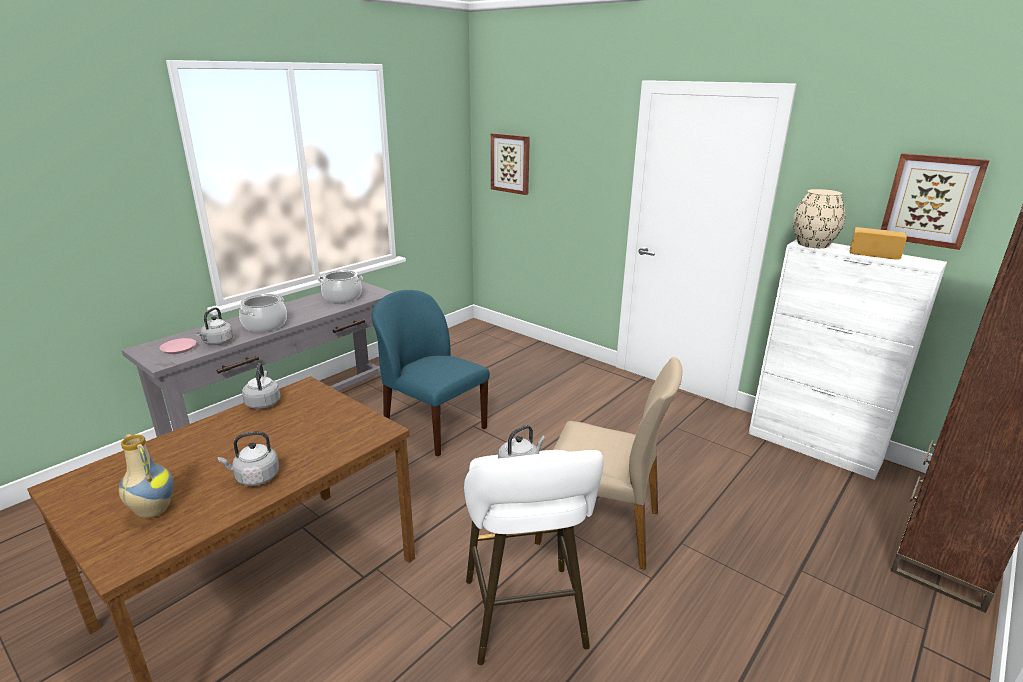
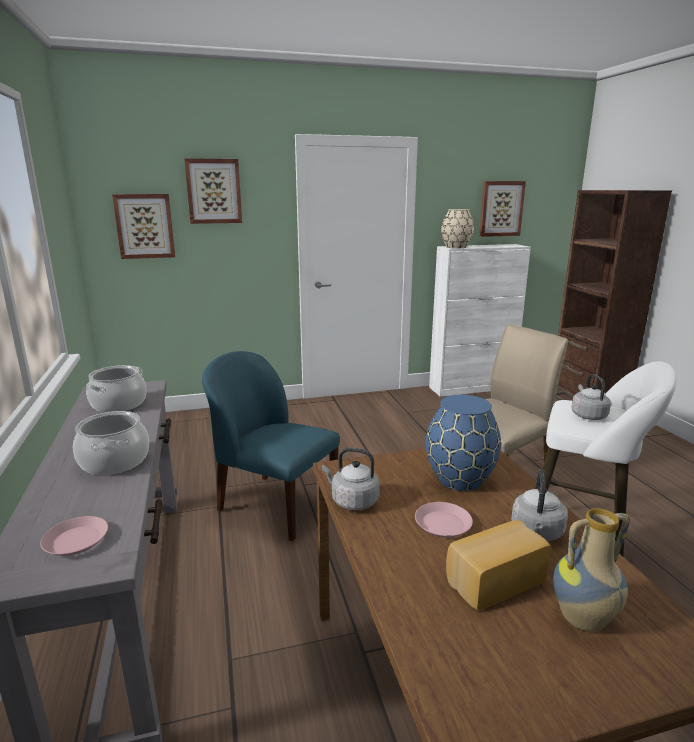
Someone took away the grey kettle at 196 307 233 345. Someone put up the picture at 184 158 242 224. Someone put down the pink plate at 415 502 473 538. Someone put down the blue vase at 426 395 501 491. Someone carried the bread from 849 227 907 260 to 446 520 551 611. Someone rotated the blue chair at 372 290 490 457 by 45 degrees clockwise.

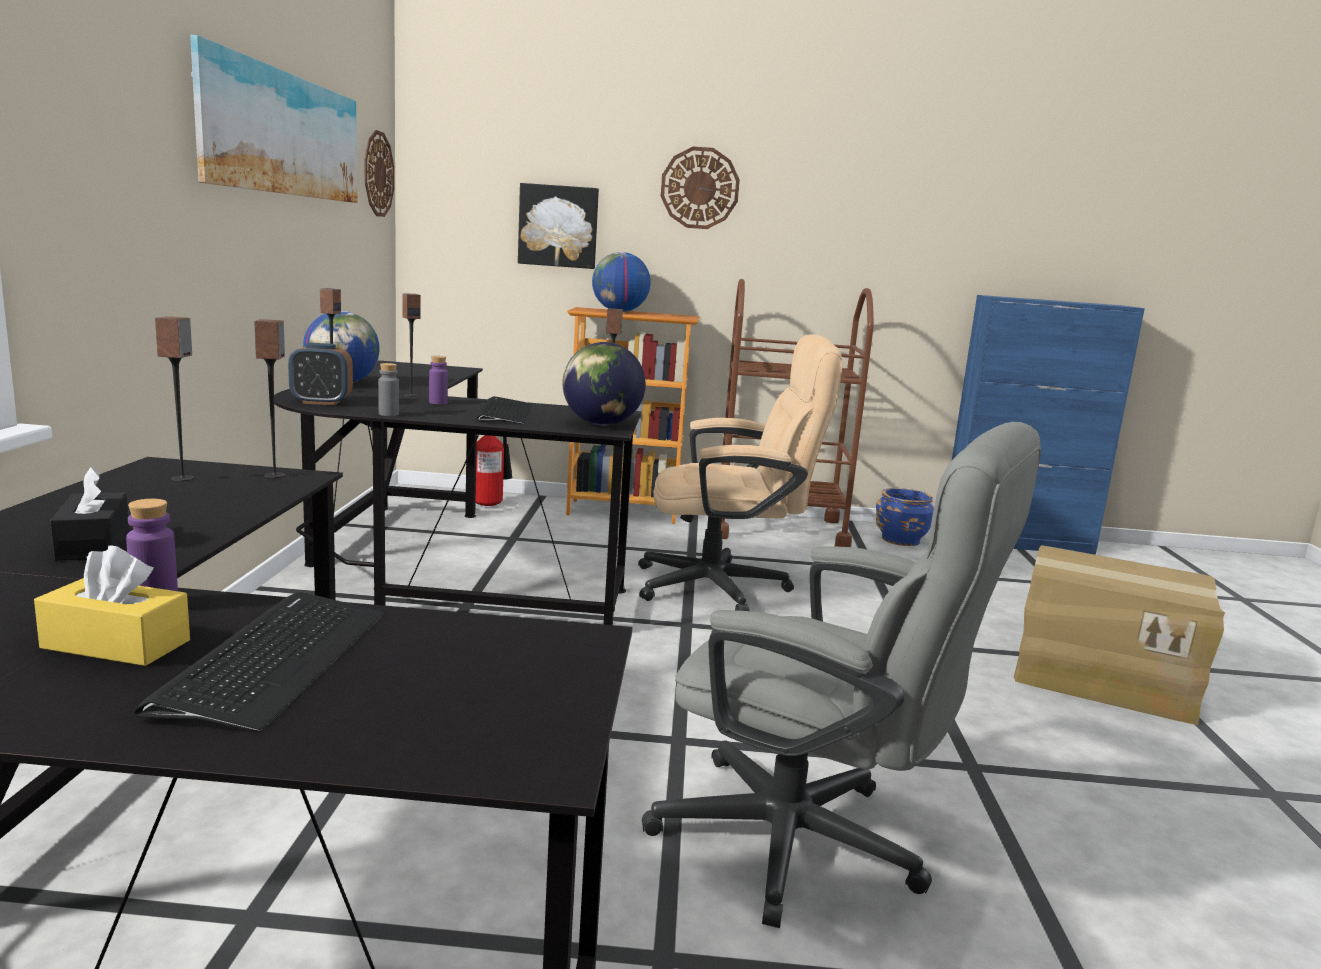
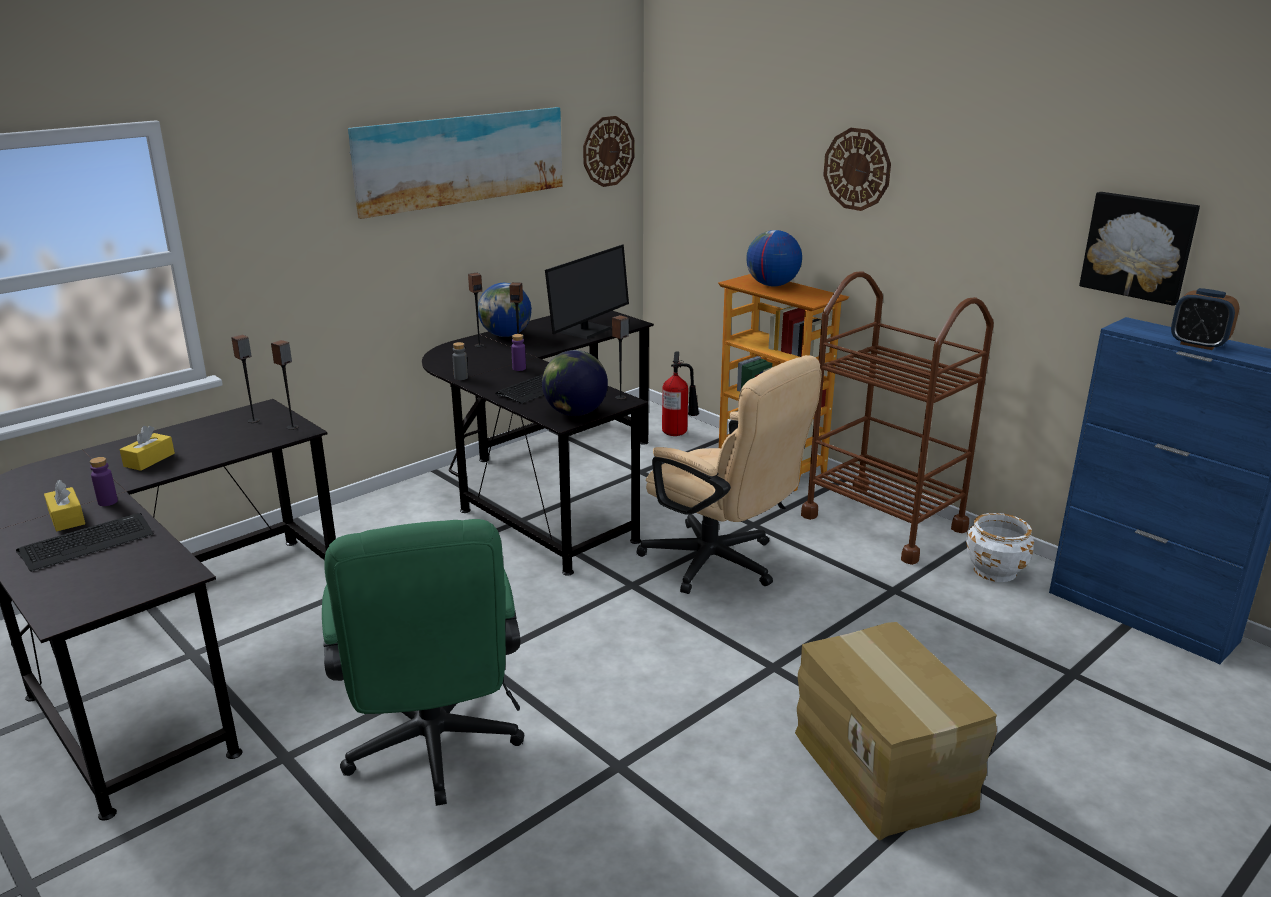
Someone put down the monitor at 545 244 629 339. Someone carried the alarm clock from 288 343 353 405 to 1171 288 1239 350. Someone carried the picture from 518 183 599 269 to 1079 192 1200 306. Someone repainted the black tissue box at 50 467 129 561, which became the yellow tissue box at 120 426 175 471. Someone repainted the grey office chair at 642 422 1041 928, which became the green office chair at 322 519 524 806. Someone repainted the blue planter at 876 488 934 546, which became the white planter at 966 513 1034 582.

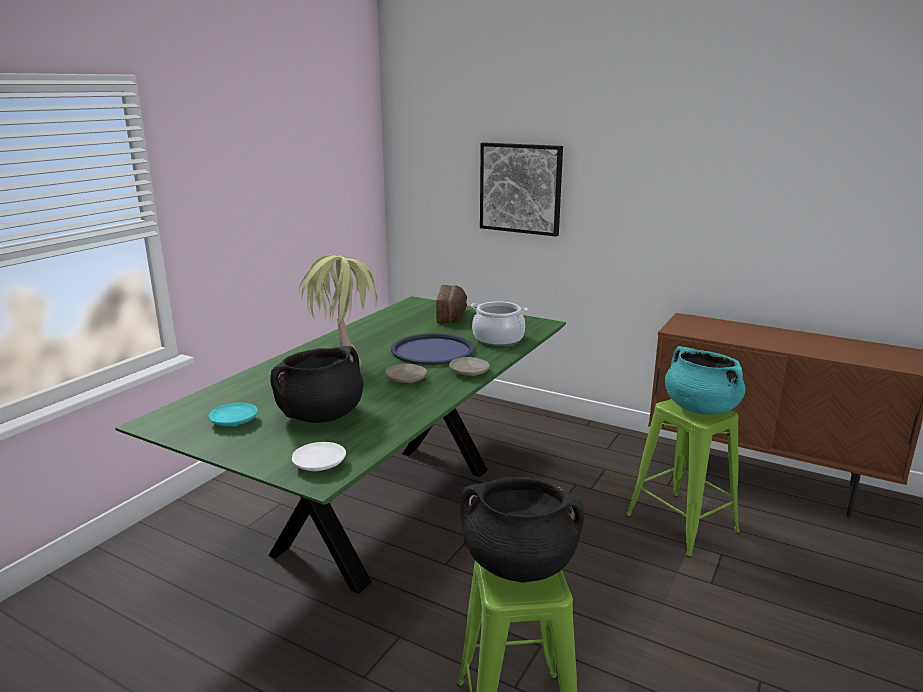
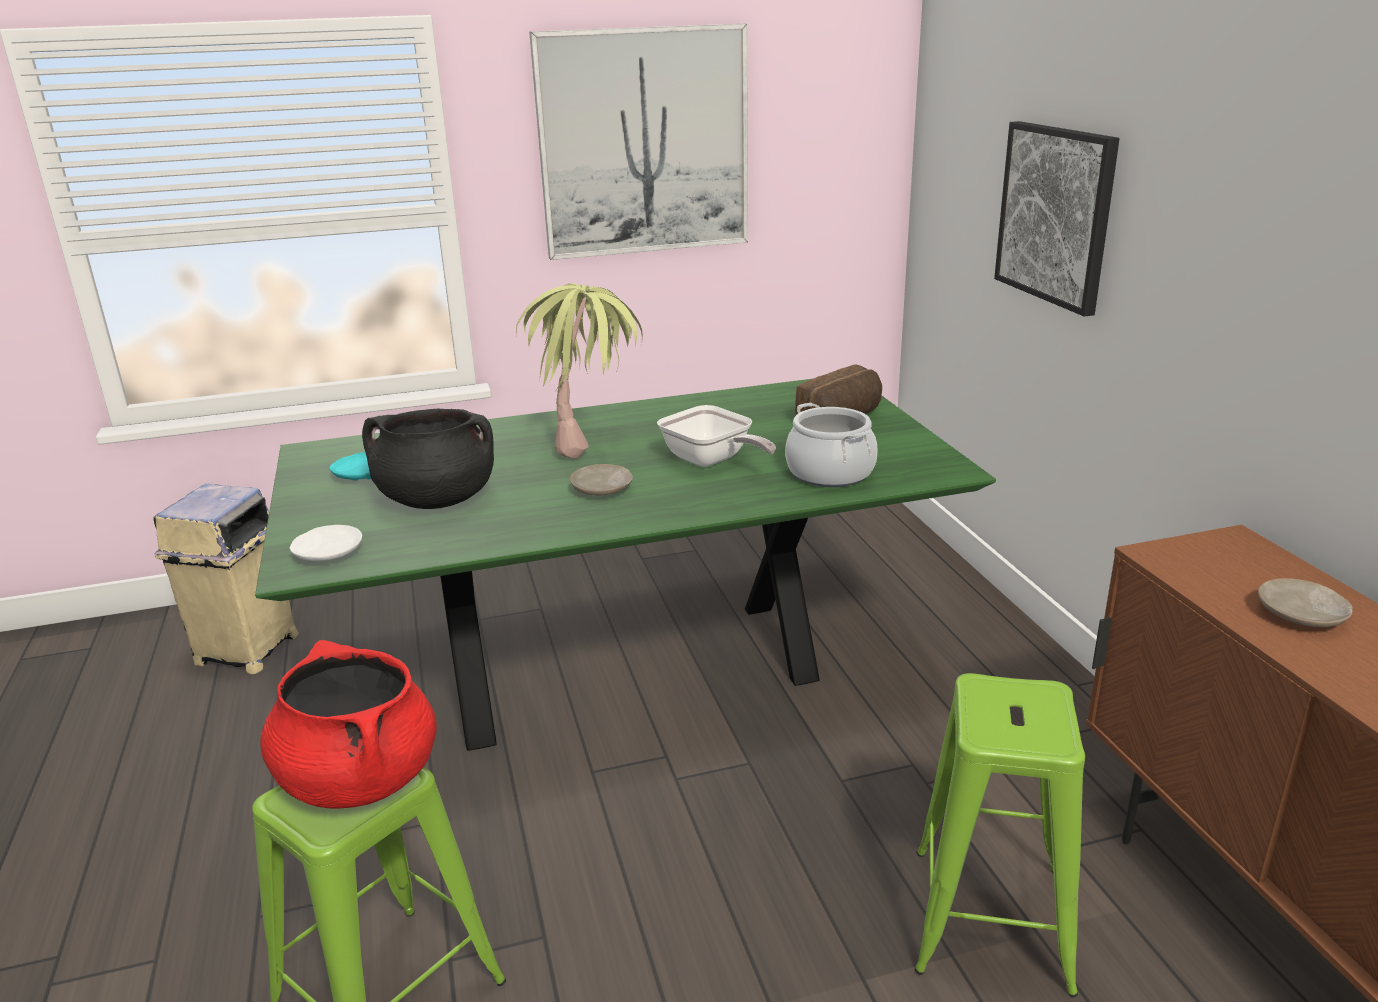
Someone took away the turquoise cooking pot at 665 346 746 415. Someone put down the beige trash can at 153 484 299 674. Someone put up the picture at 529 24 748 260. Someone carried the beige plate from 449 357 490 376 to 1258 578 1353 627. Someone swapped the blue tray at 391 333 474 365 for the frying pan at 657 405 776 467. Someone repainted the black cooking pot at 460 477 584 582, which became the red cooking pot at 260 640 437 809.

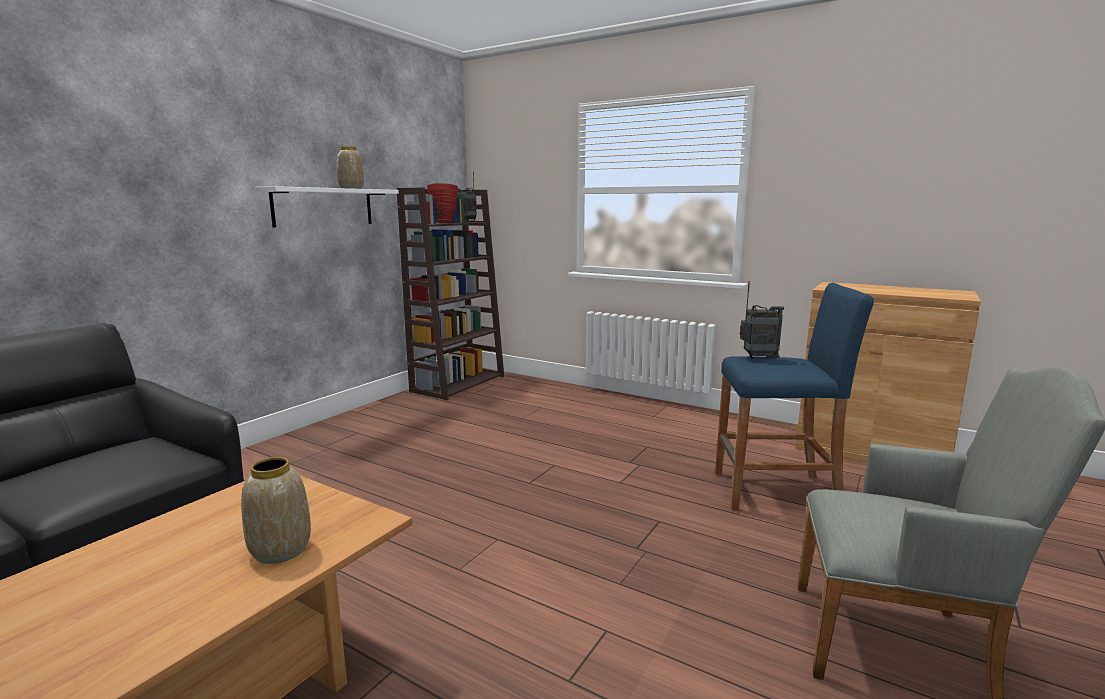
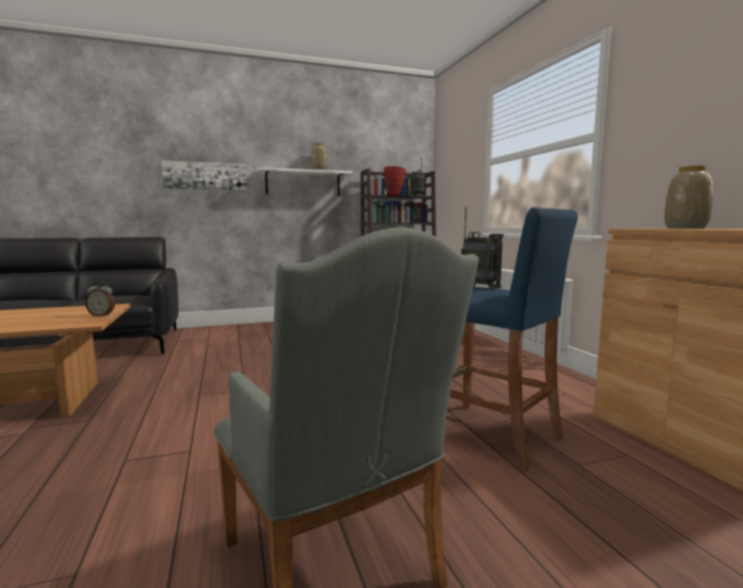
Someone put down the alarm clock at 85 281 115 316. Someone put up the picture at 161 161 247 190. Someone carried the vase from 241 457 311 564 to 664 165 713 229.

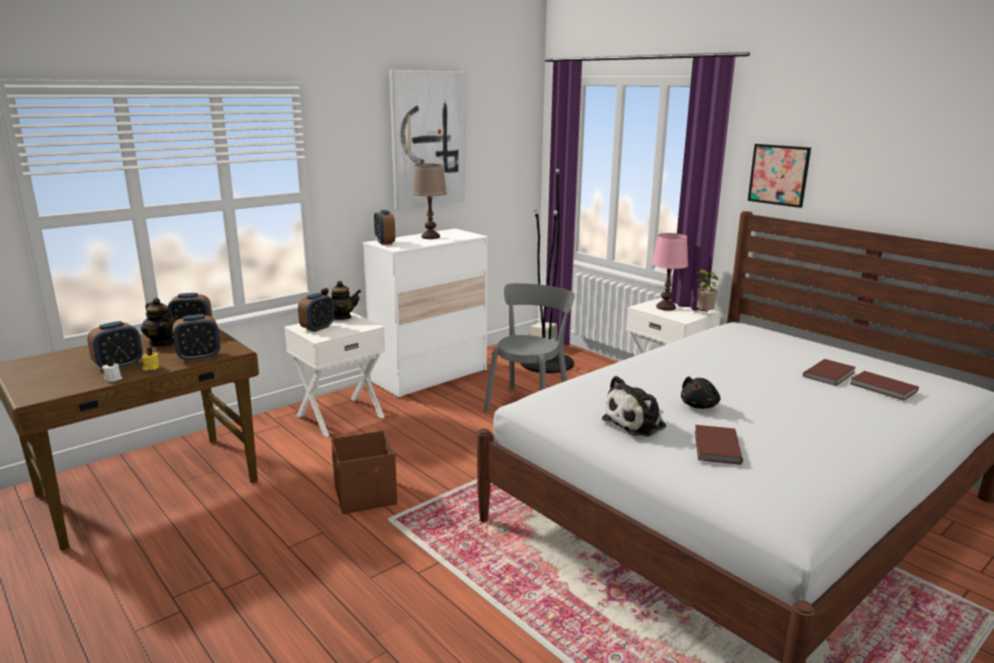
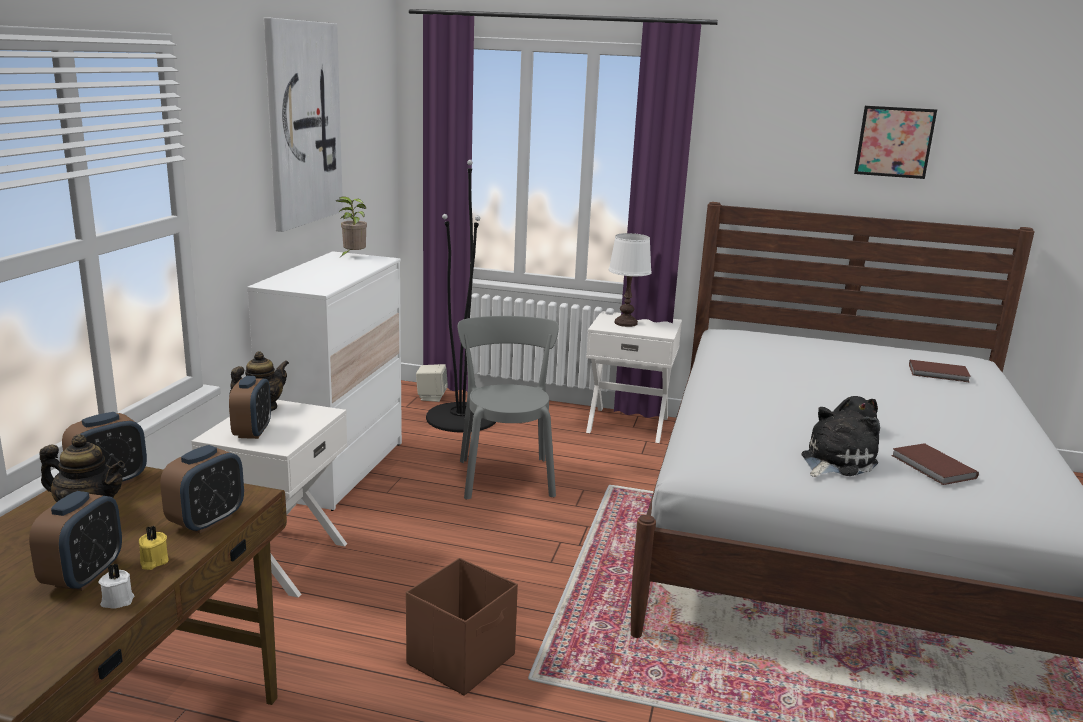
Someone took away the alarm clock at 374 210 395 245. Someone took away the brown table lamp at 412 164 447 239. Someone took away the brown book at 803 359 856 386. Someone carried the potted plant from 692 269 719 315 to 336 197 367 256. Someone carried the picture from 748 144 811 208 to 854 106 937 179. Someone repainted the pink table lamp at 652 233 688 311, which became the white table lamp at 609 233 652 327. Someone rotated the plush toy at 602 376 666 437 by 150 degrees counterclockwise.

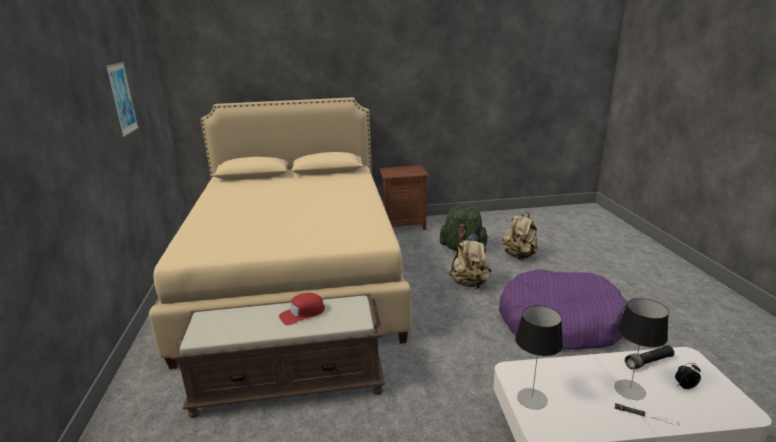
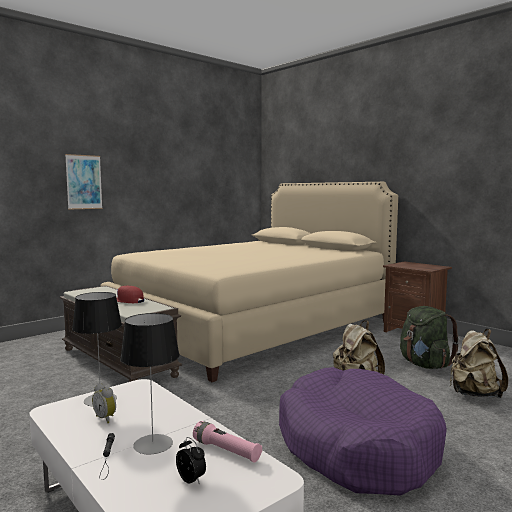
Someone put down the alarm clock at 92 383 116 423. Someone carried the picture from 105 62 139 137 to 65 154 103 210. Someone repainted the black flashlight at 625 345 674 370, which became the pink flashlight at 193 421 262 463.

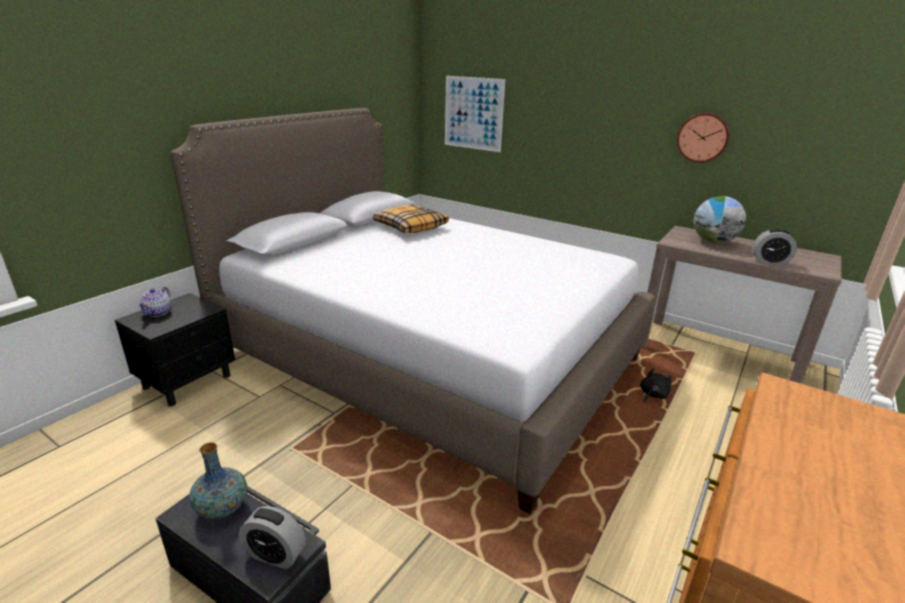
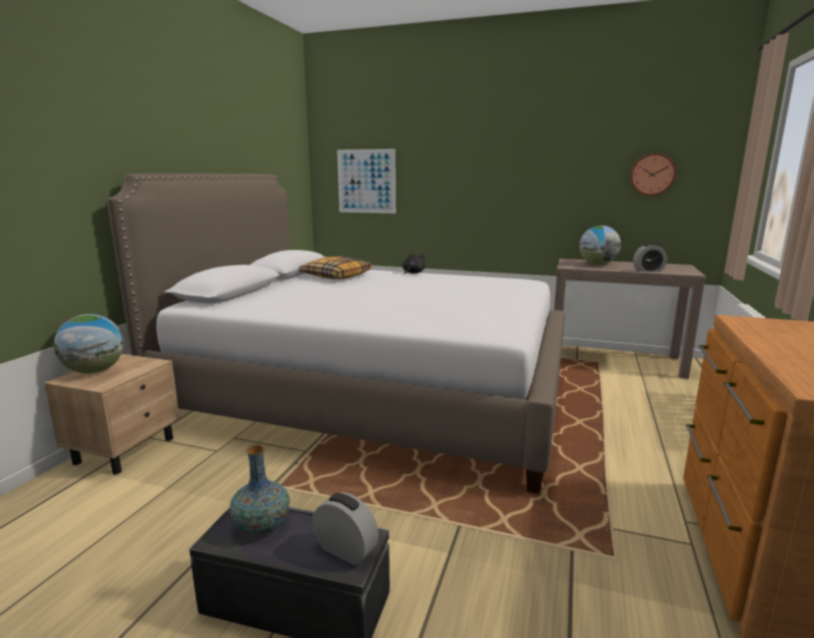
Someone carried the black plush toy from 640 368 672 403 to 402 252 425 274. Someone carried the wall clock from 677 113 730 163 to 630 153 676 196. Someone swapped the teapot at 137 287 171 317 for the globe at 54 314 124 374. Someone repainted the black nightstand at 115 293 236 406, which became the beige nightstand at 44 354 180 475. Someone rotated the alarm clock at 239 506 306 569 by 150 degrees counterclockwise.

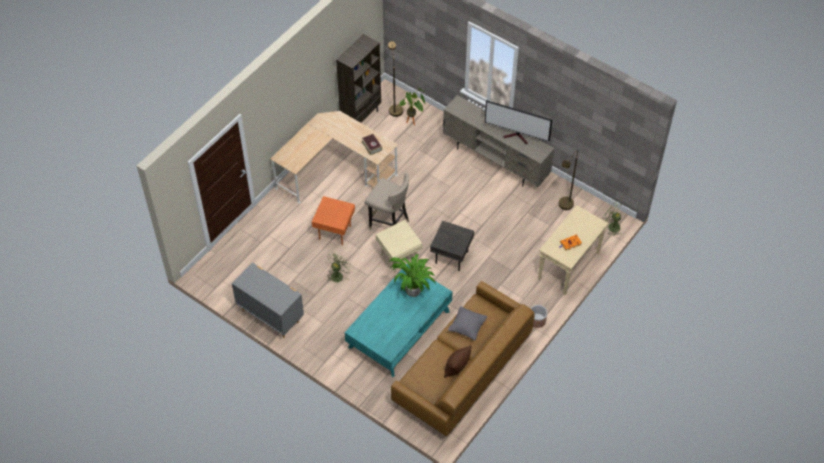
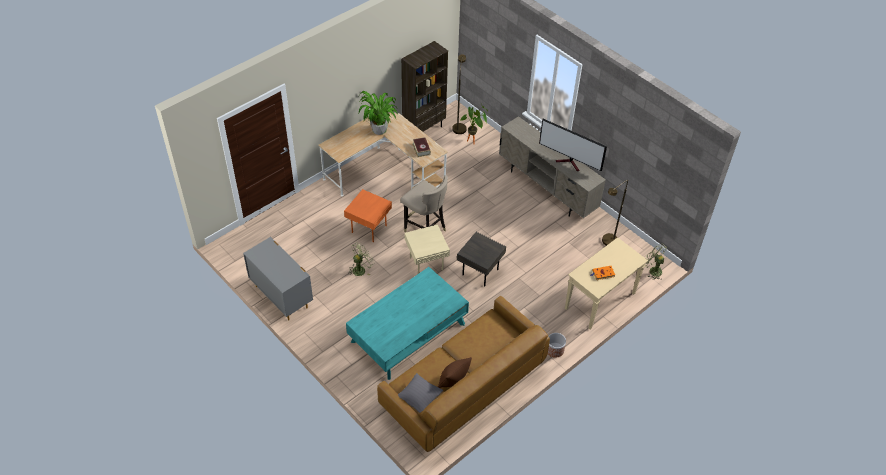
Someone carried the potted plant from 389 254 436 297 to 359 91 397 135. Someone carried the grey pillow from 448 306 487 340 to 398 373 443 413.

